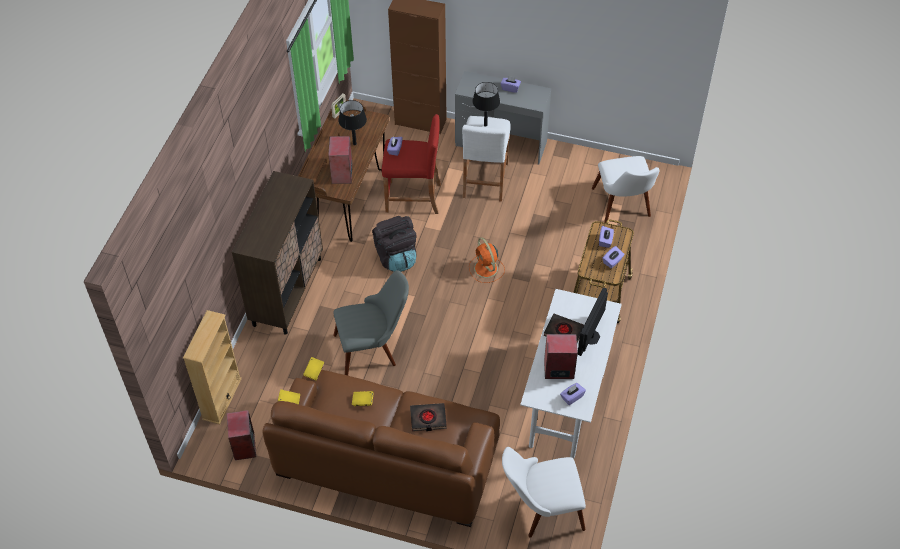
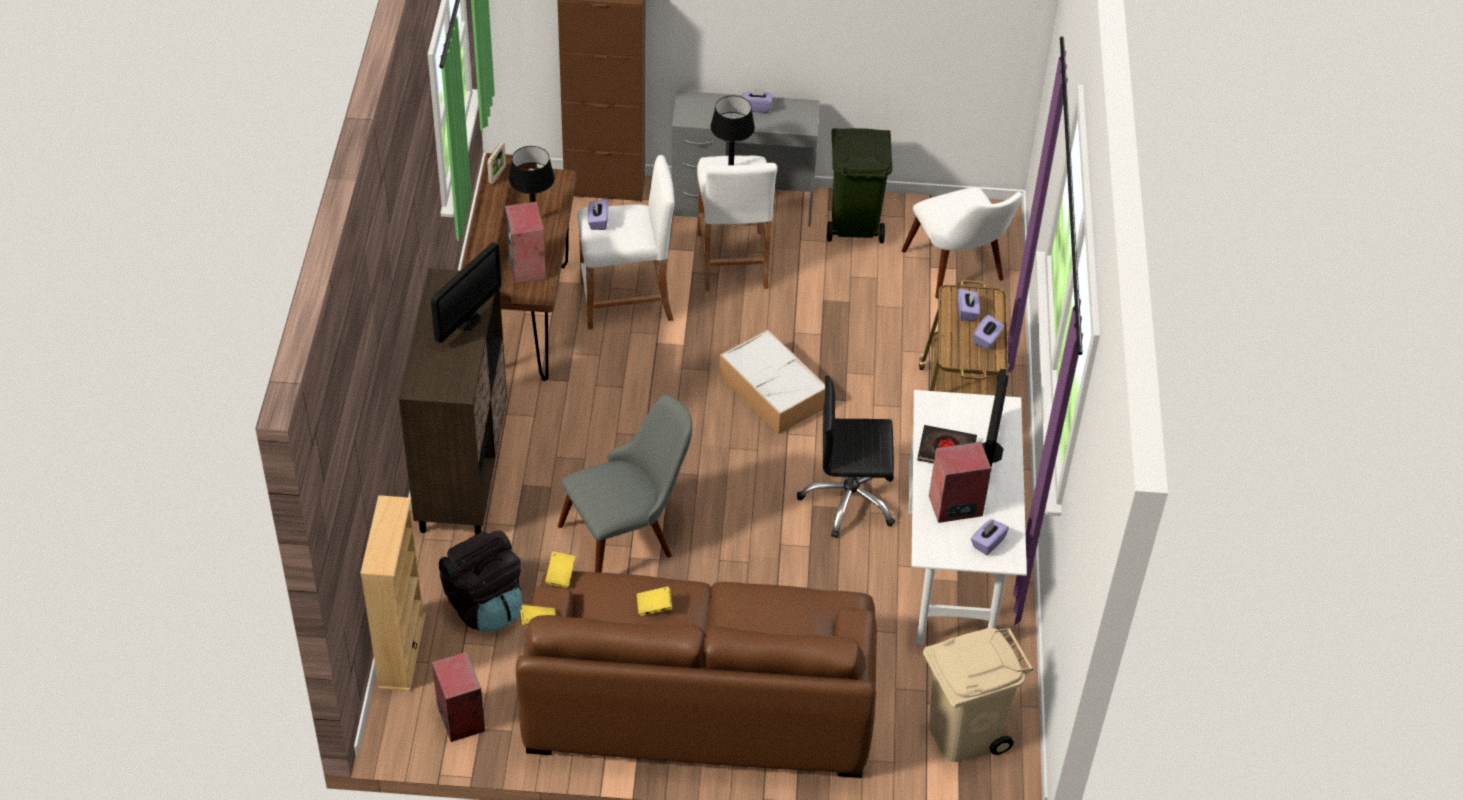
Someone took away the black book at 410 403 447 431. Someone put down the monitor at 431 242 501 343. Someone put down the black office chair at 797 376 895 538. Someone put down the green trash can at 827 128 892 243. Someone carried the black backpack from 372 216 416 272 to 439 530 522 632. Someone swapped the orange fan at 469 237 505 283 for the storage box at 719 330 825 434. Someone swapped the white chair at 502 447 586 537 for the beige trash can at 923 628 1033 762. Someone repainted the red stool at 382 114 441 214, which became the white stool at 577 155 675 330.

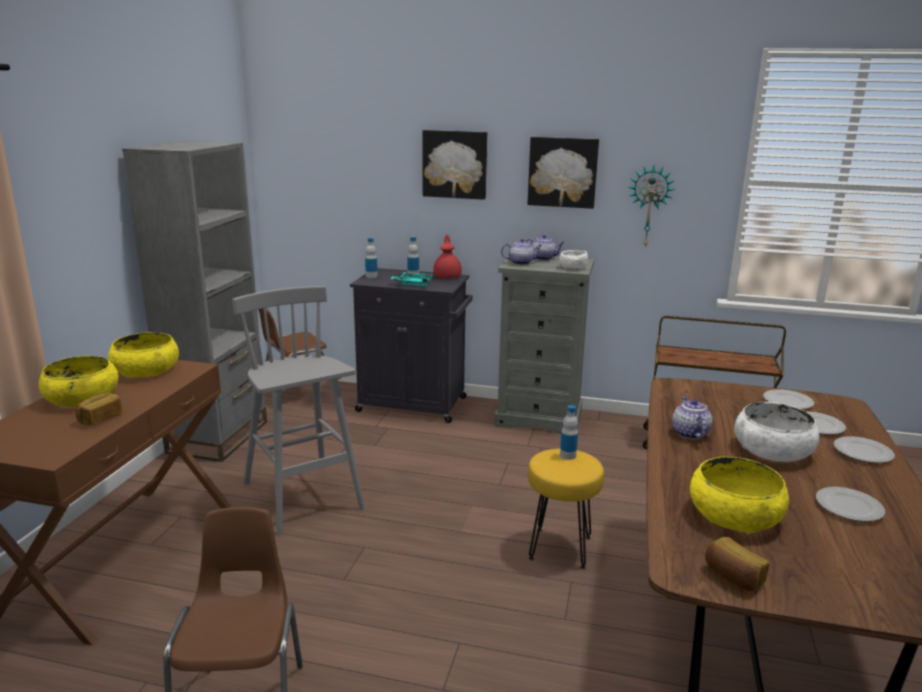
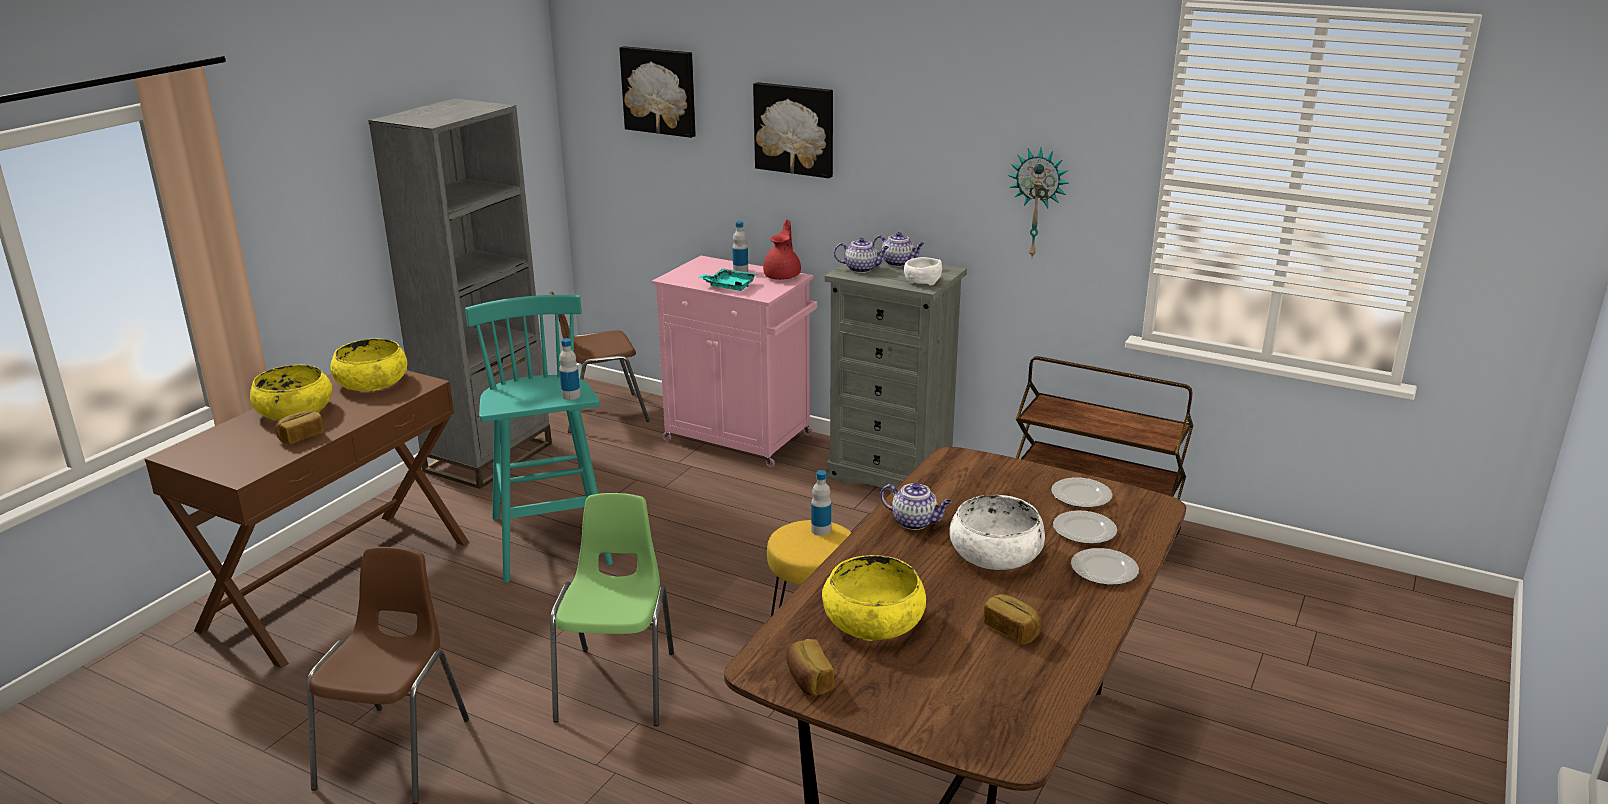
Someone put down the green chair at 550 493 674 726. Someone carried the bottle from 365 238 377 278 to 559 338 580 400. Someone carried the picture from 527 137 599 209 to 619 46 696 138. Someone swapped the plate at 816 487 885 522 for the bread at 984 594 1043 644. Someone repainted the grey stool at 232 286 365 535, which became the turquoise stool at 465 295 613 583. Someone repainted the black cabinet at 350 268 473 423, which became the pink cabinet at 652 256 817 468. Someone rotated the teapot at 672 396 713 439 by 105 degrees clockwise.

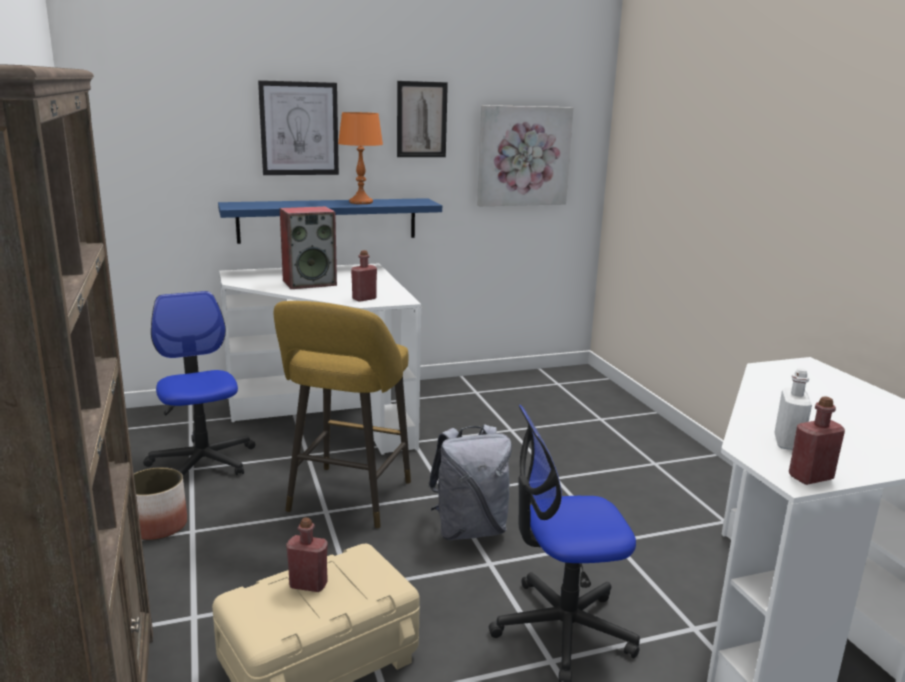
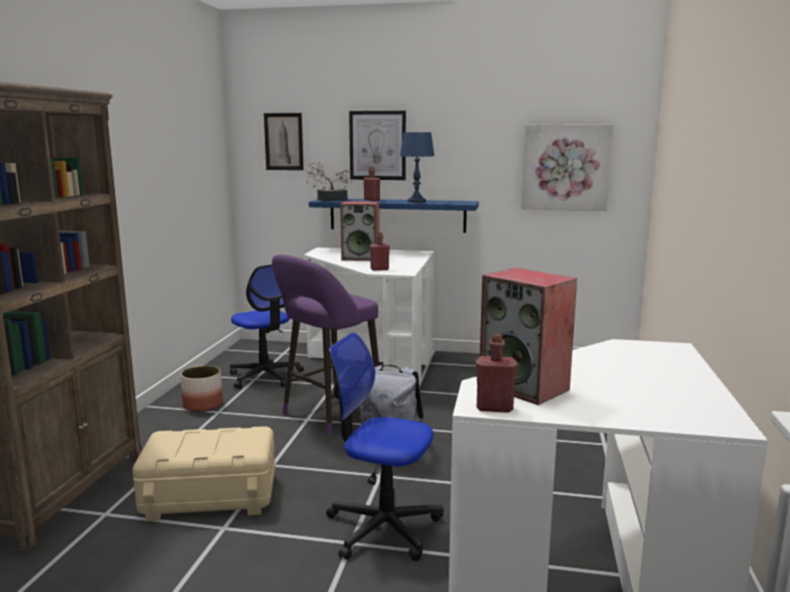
Someone put down the potted plant at 306 161 353 201. Someone carried the red bottle from 286 518 328 592 to 364 167 380 201. Someone carried the picture from 397 81 448 157 to 264 113 304 170. Someone swapped the white bottle at 774 368 812 450 for the speaker at 480 268 577 405. Someone repainted the yellow stool at 274 301 411 528, which became the purple stool at 272 255 379 436. Someone repainted the orange table lamp at 338 112 383 204, which became the blue table lamp at 400 132 434 202. Someone rotated the office chair at 143 291 255 475 by 135 degrees clockwise.

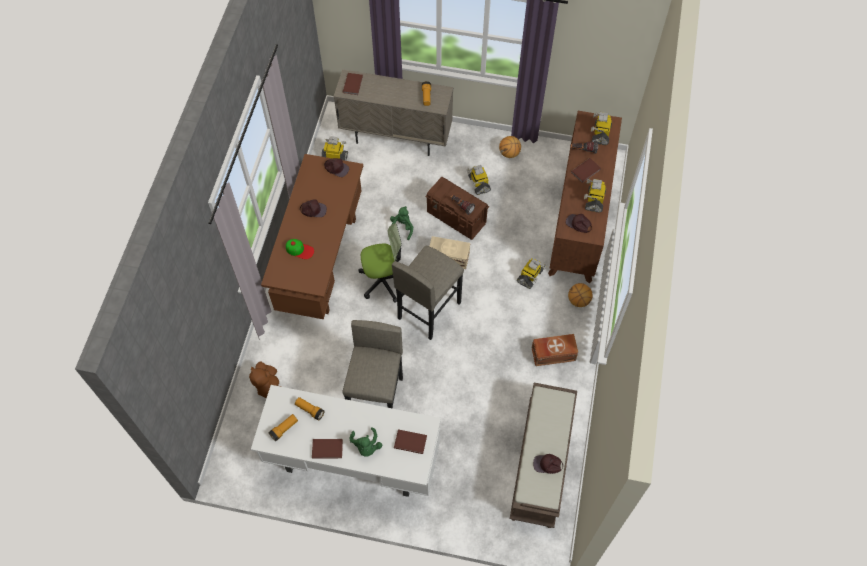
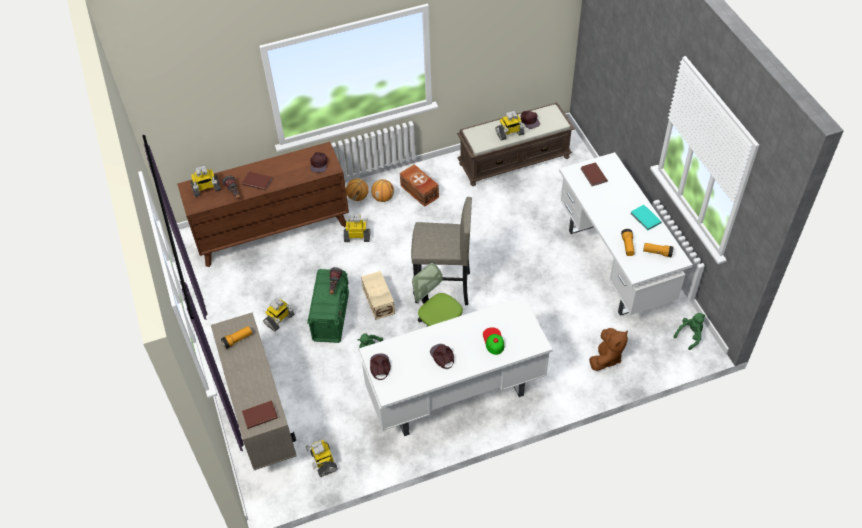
Someone took away the grey stool at 342 320 403 409. Someone carried the green plush toy from 350 427 382 457 to 674 313 705 350. Someone carried the basketball from 499 136 521 158 to 371 179 394 202. Someone carried the toy robot from 584 179 606 212 to 496 111 525 140. Someone repainted the brown desk at 261 154 363 319, which became the white desk at 359 296 553 436. Someone repainted the brown book at 312 439 343 458, which became the turquoise book at 630 205 662 231. Someone repainted the brown storage box at 425 177 489 240, which became the green storage box at 307 269 349 343.

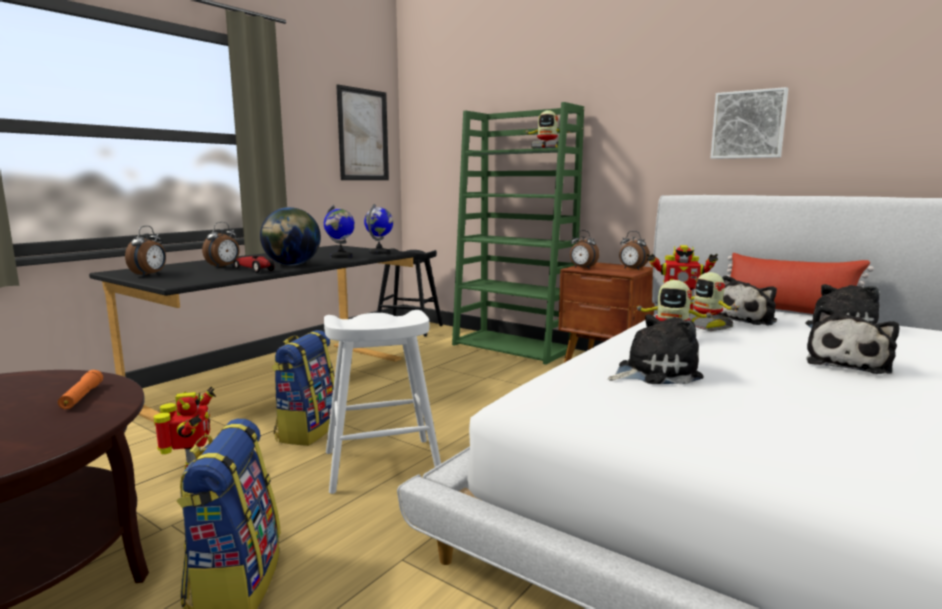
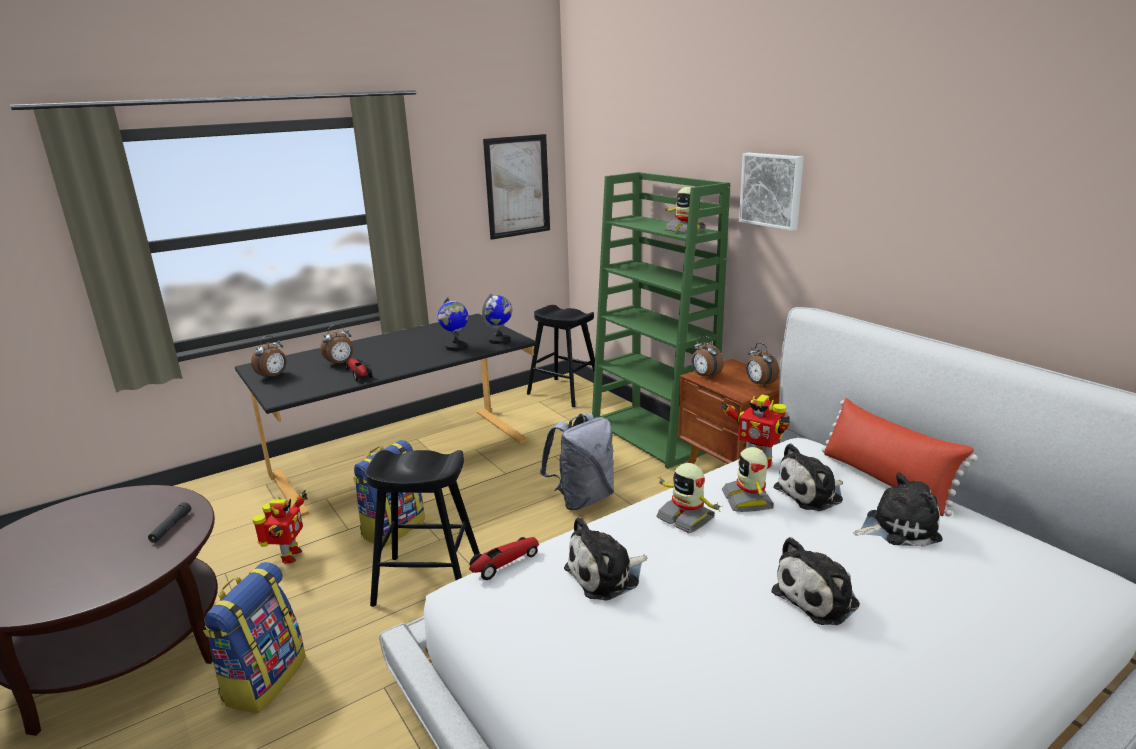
Someone took away the globe at 260 207 321 265. Someone put down the toy car at 469 537 539 580. Someone put down the grey backpack at 540 413 614 510. Someone carried the picture from 711 87 788 159 to 739 153 804 231. Someone repainted the orange flashlight at 58 370 103 409, which became the black flashlight at 148 502 191 543. Someone repainted the white stool at 324 310 441 494, which became the black stool at 365 450 480 607. Someone rotated the plush toy at 608 314 704 384 by 150 degrees clockwise.

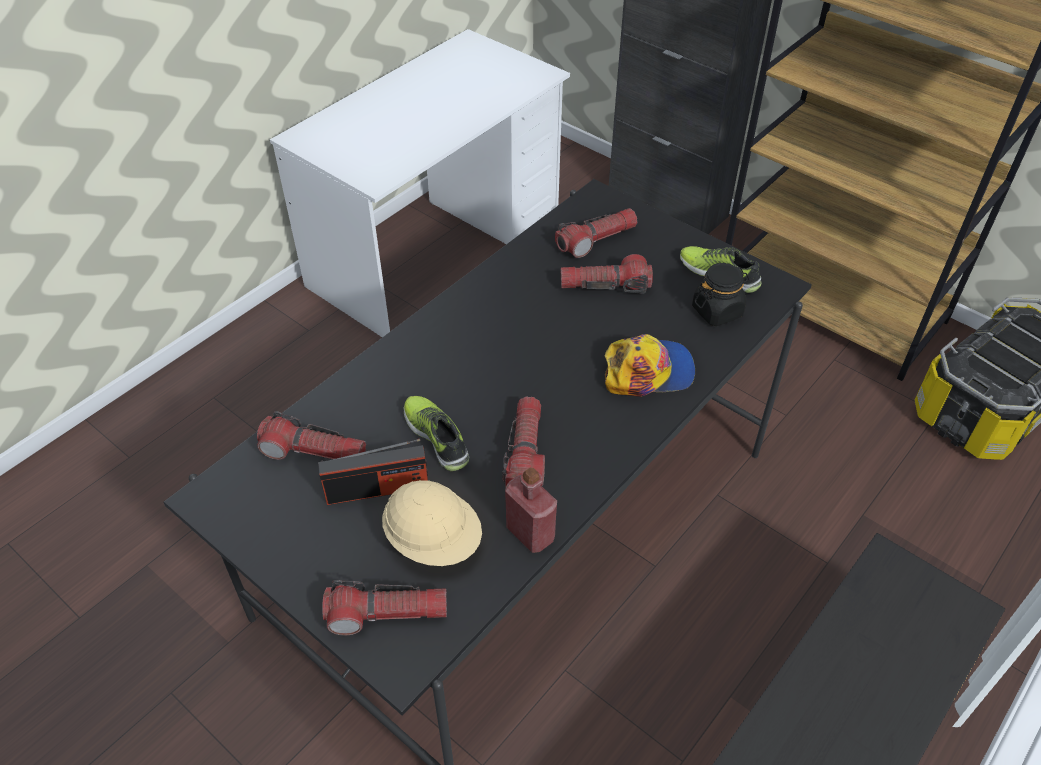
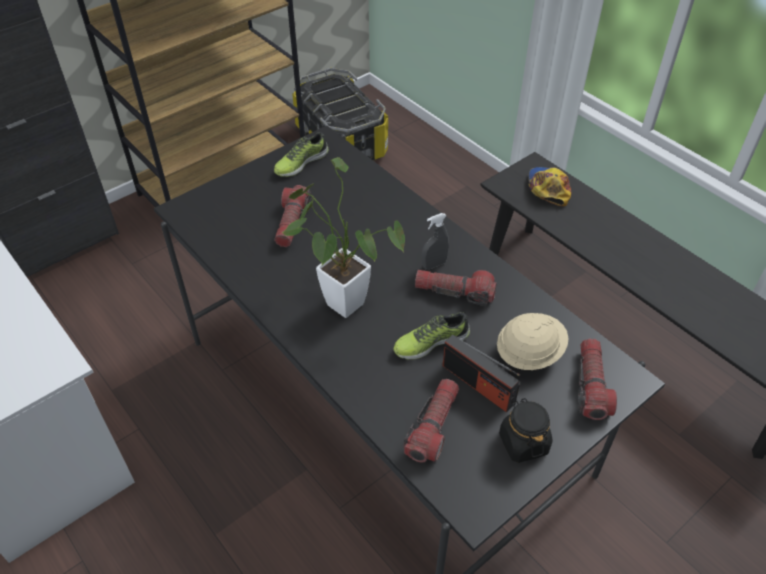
Someone took away the red bottle at 505 468 557 553. Someone took away the flashlight at 555 208 637 258. Someone put down the potted plant at 282 157 405 318. Someone put down the grey spray bottle at 422 213 449 269. Someone carried the cap from 604 334 695 397 to 529 167 571 206. Someone carried the black jar from 692 263 749 326 to 499 398 552 463. Someone rotated the radio at 318 439 428 505 by 135 degrees clockwise.

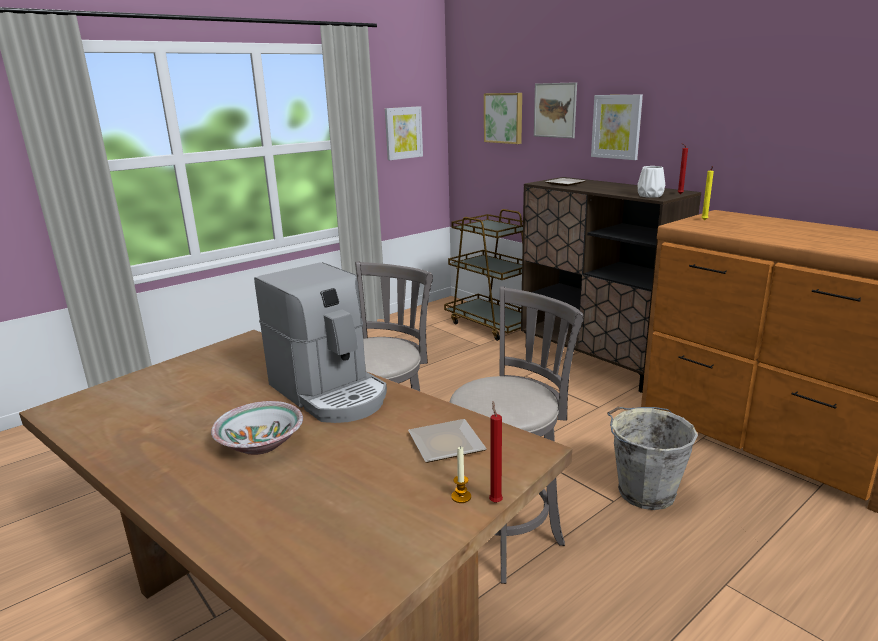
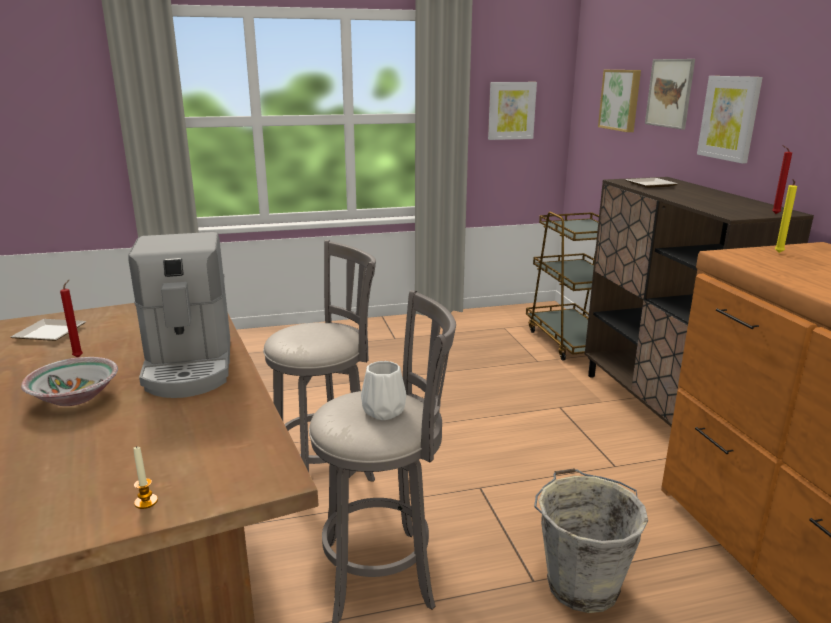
Someone carried the plate from 408 419 487 463 to 11 319 86 341. Someone carried the red candle from 489 401 503 503 to 60 280 83 357. Someone carried the white vase from 637 166 665 198 to 361 361 407 420.

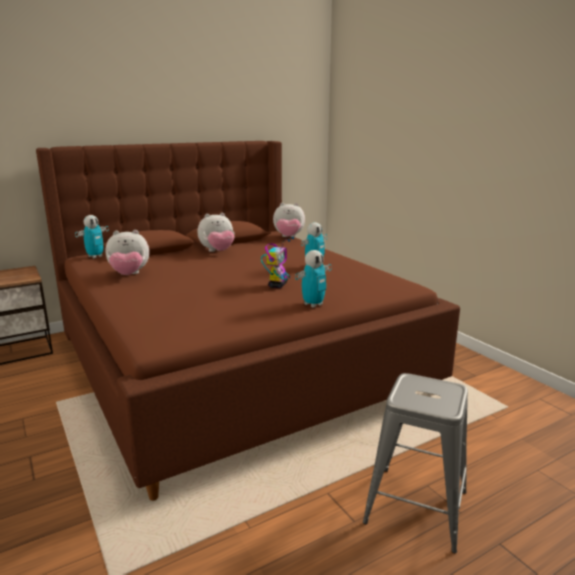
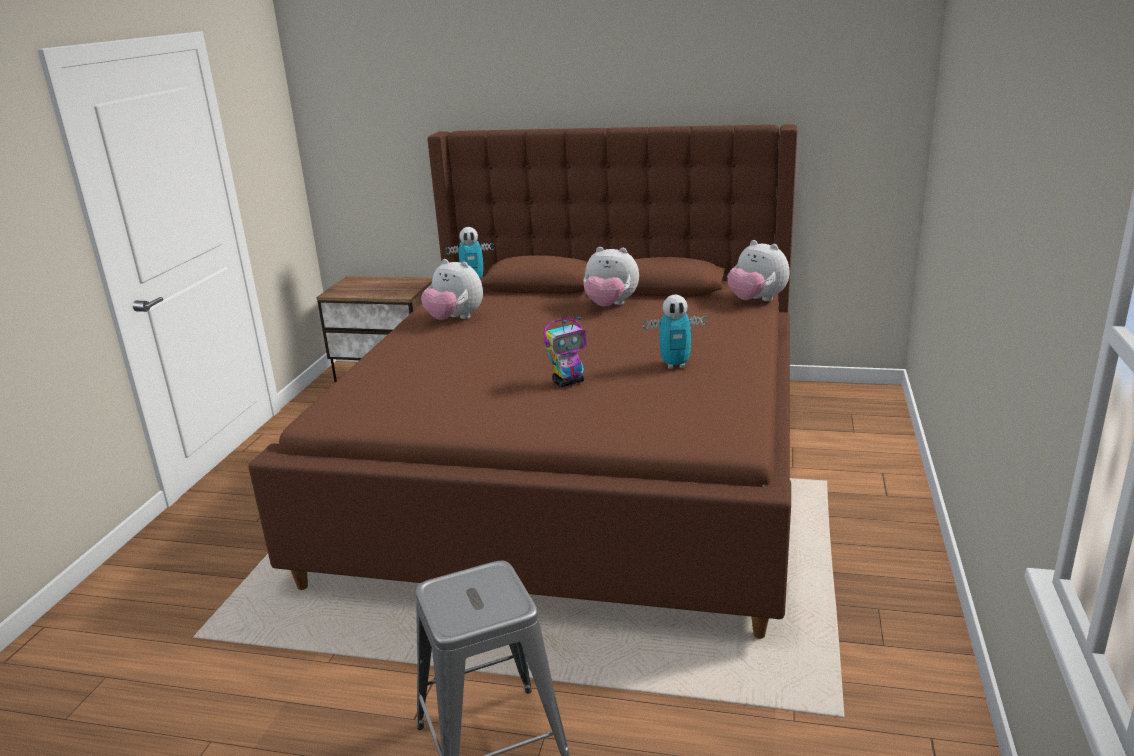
Someone took away the toy robot at 295 250 332 308.

